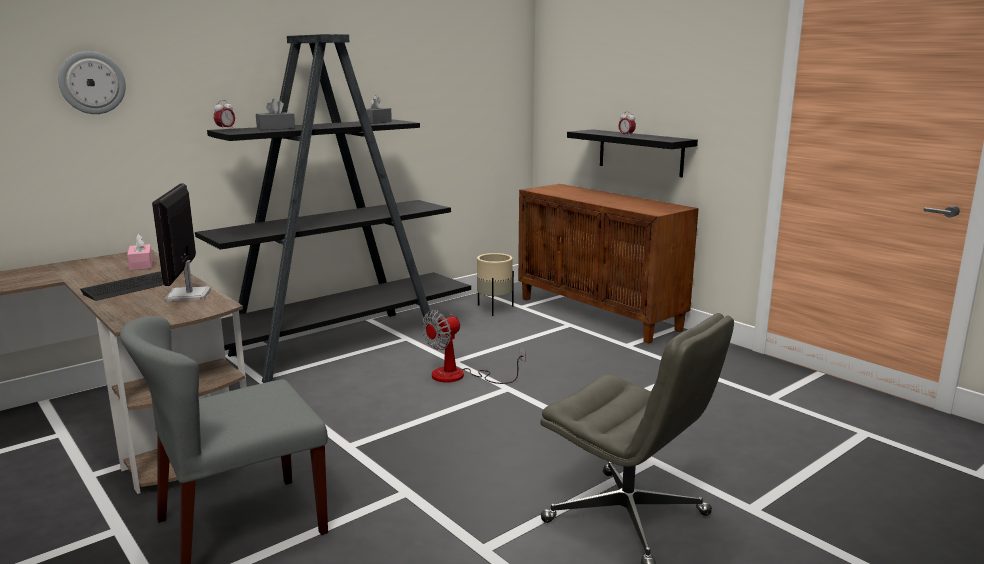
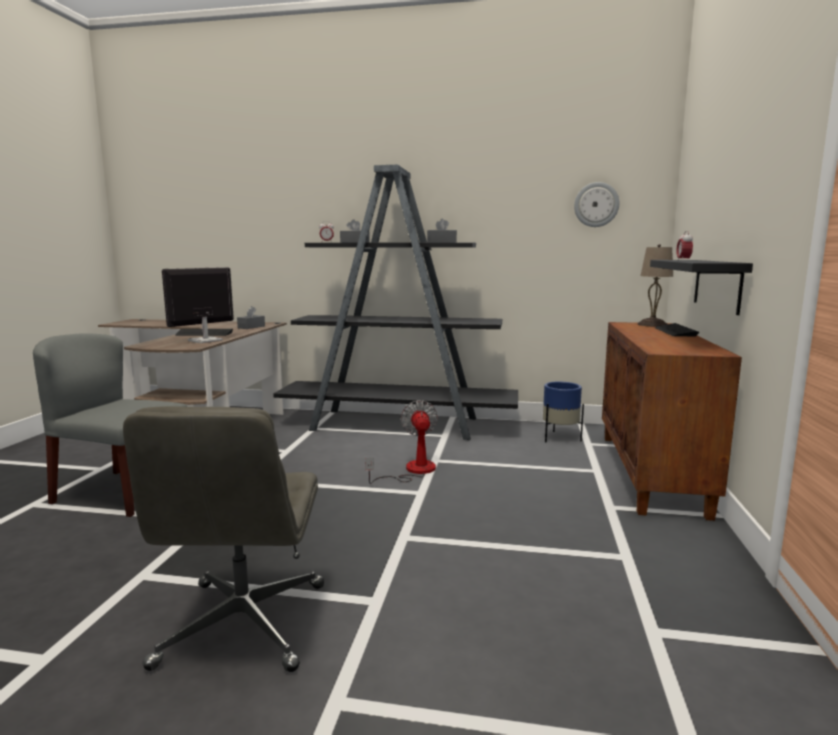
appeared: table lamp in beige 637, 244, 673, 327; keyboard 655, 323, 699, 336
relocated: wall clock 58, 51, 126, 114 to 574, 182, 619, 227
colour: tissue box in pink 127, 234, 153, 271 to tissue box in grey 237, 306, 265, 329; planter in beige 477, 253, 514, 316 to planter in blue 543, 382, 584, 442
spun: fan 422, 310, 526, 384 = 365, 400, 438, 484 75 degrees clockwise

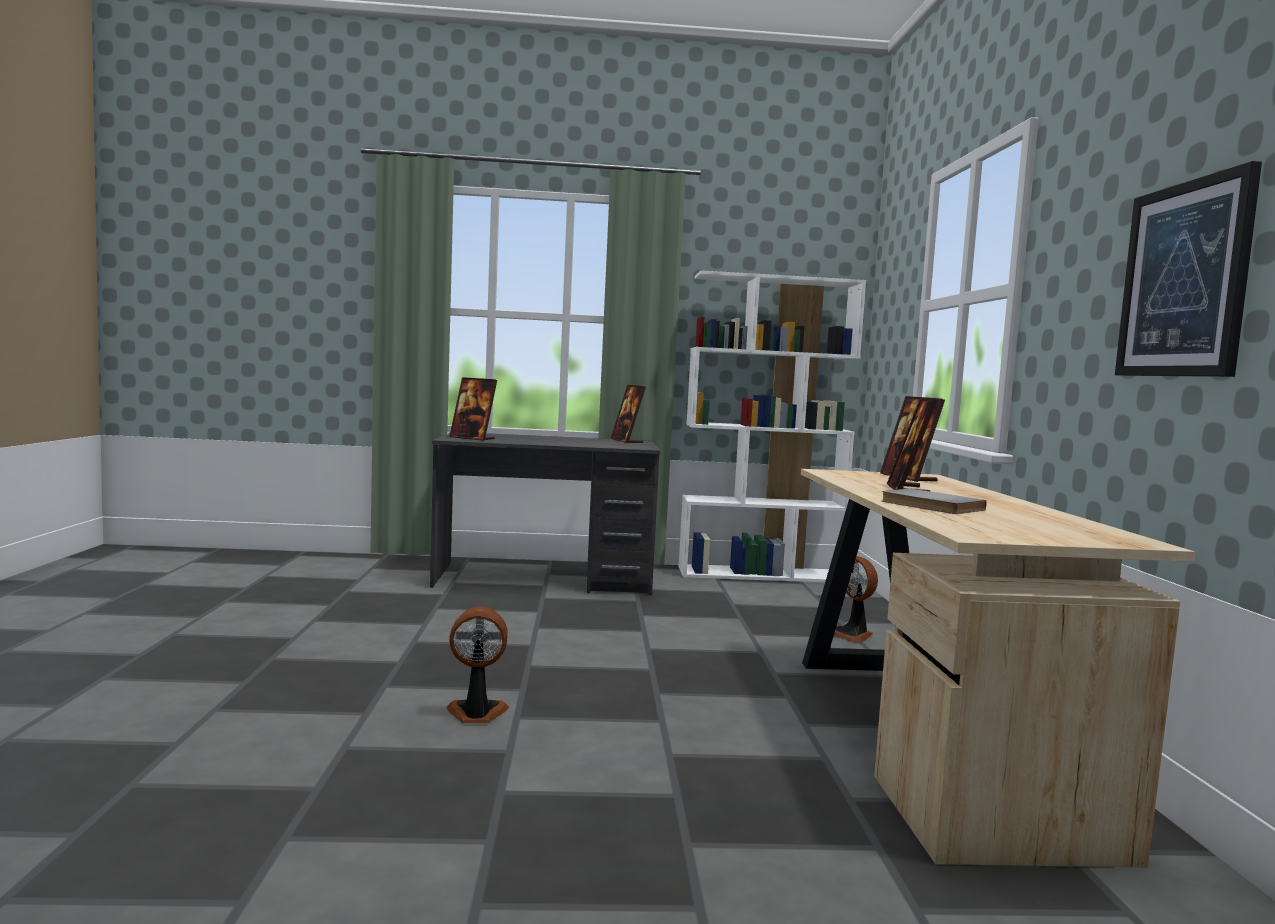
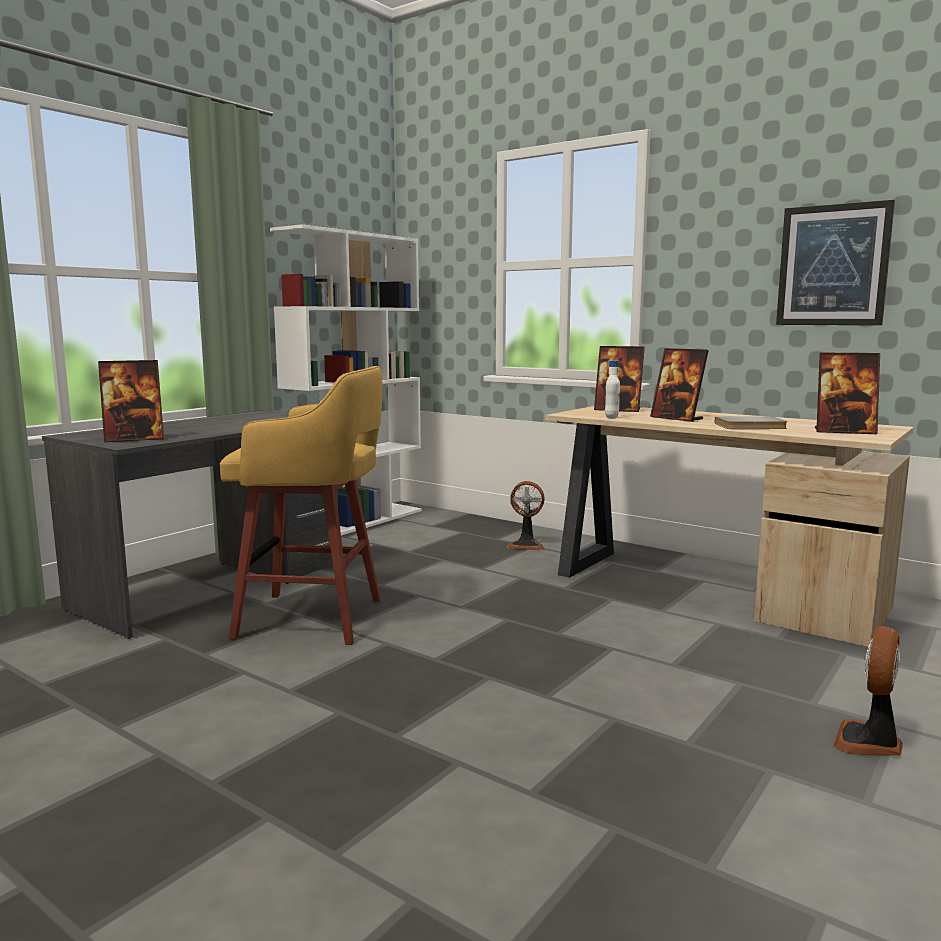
appeared: bottle in white 605, 360, 620, 419; stool in yellow 220, 366, 382, 645
relocated: picture frame 610, 385, 646, 443 to 815, 352, 880, 434; fan 446, 606, 509, 723 to 834, 626, 903, 755

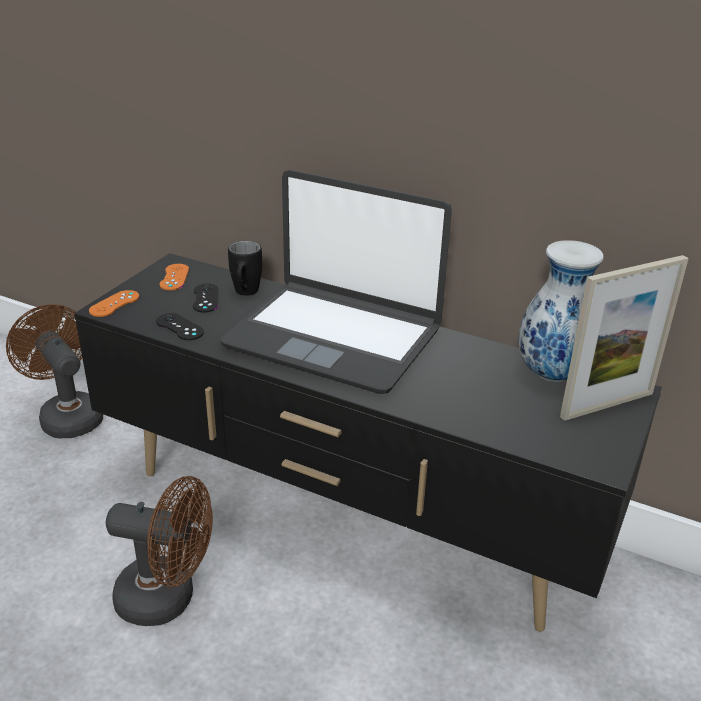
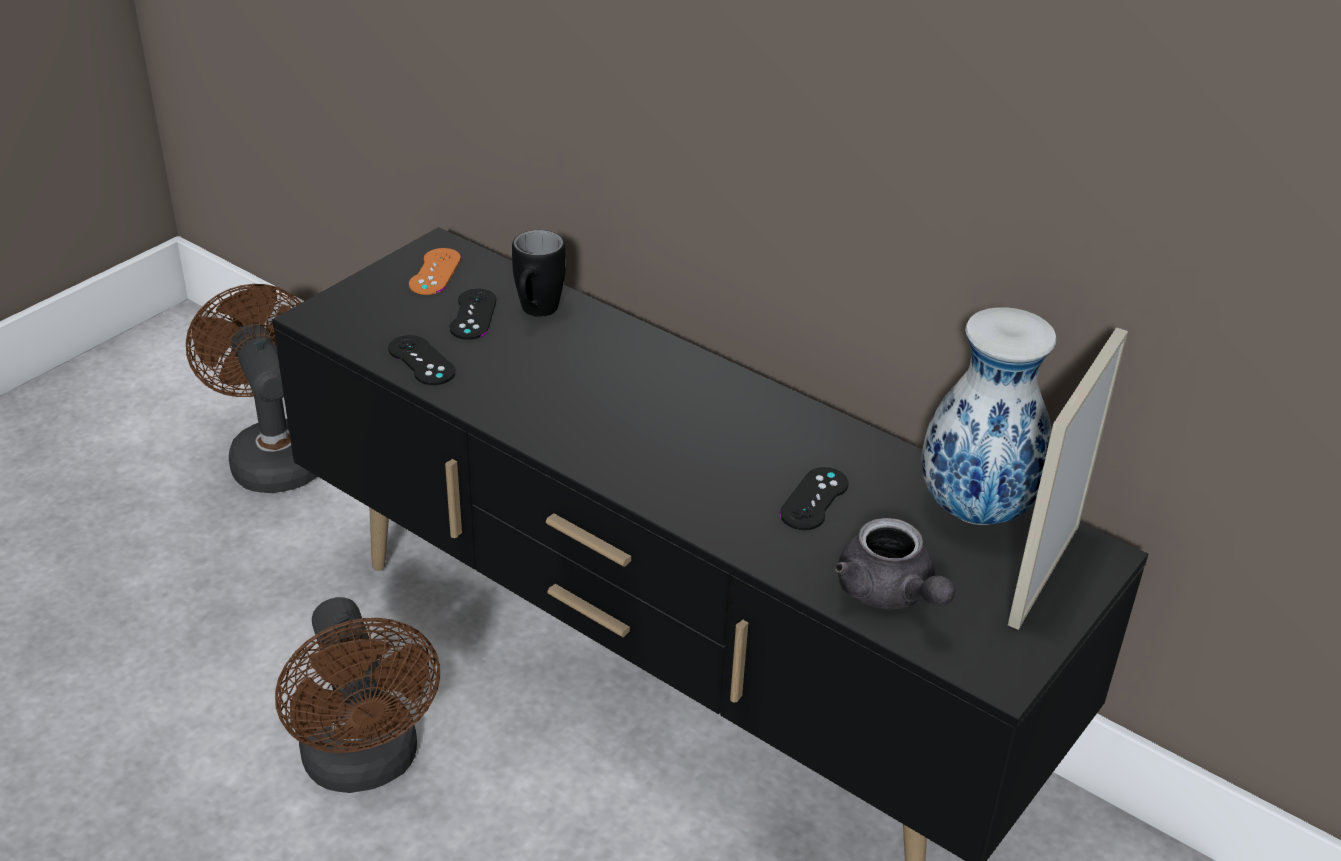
missing: laptop 220, 170, 452, 394; game controller in orange 89, 290, 139, 317
appeared: game controller in black 780, 467, 848, 530; teapot in grey 835, 518, 955, 609
spun: picture frame 560, 255, 689, 421 = 1008, 327, 1128, 630 135 degrees clockwise; fan in brown 106, 476, 213, 626 = 275, 597, 440, 793 45 degrees clockwise

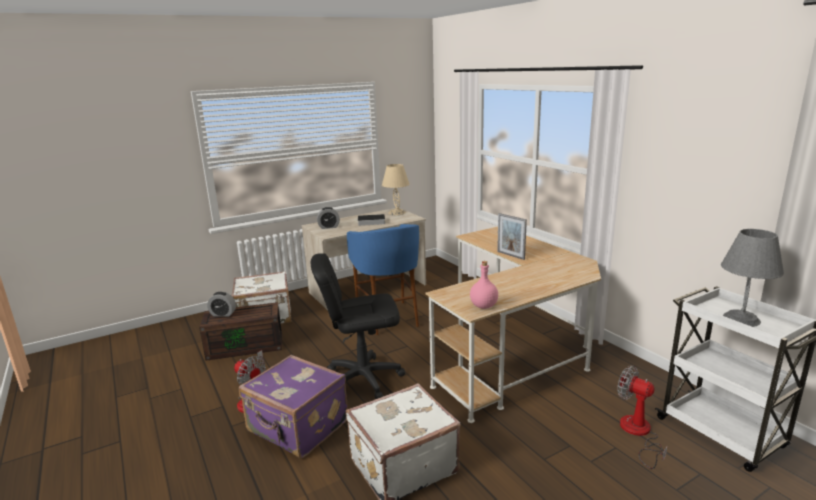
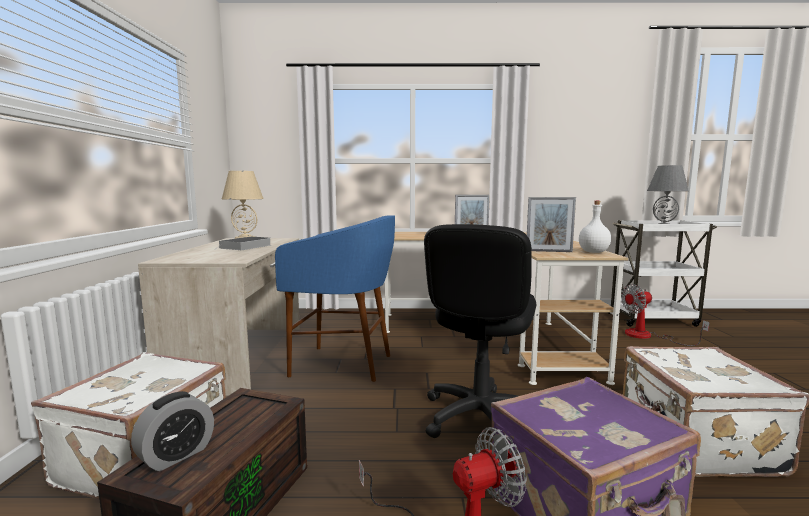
missing: alarm clock 317, 207, 340, 229
appeared: picture frame 527, 197, 576, 252
colour: bottle in pink 470, 261, 498, 309 to bottle in white 579, 201, 611, 253

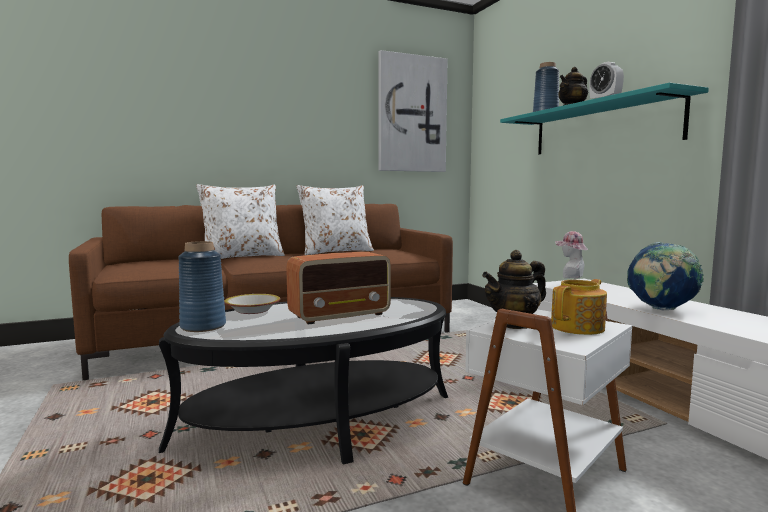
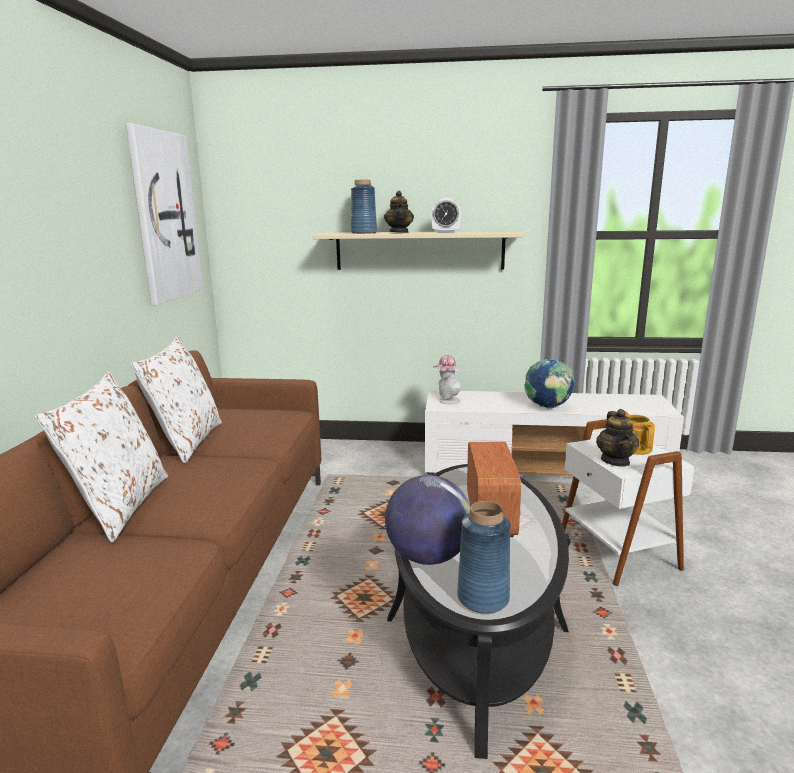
exchanged: bowl 224, 294, 280, 314 to globe 385, 475, 470, 565
colour: shelf in turquoise 500, 82, 709, 154 to shelf in beige 313, 231, 524, 270

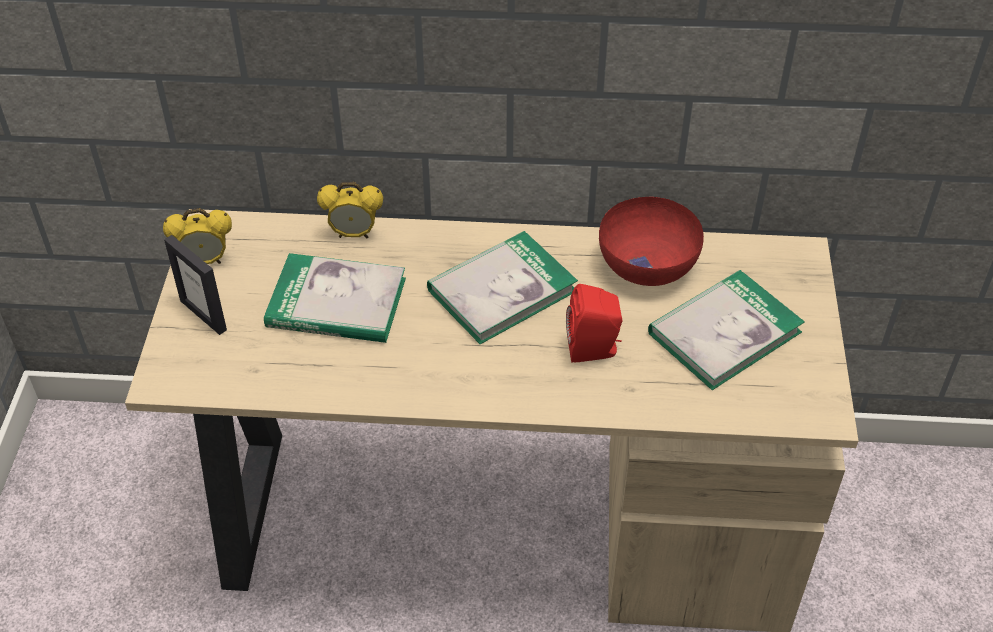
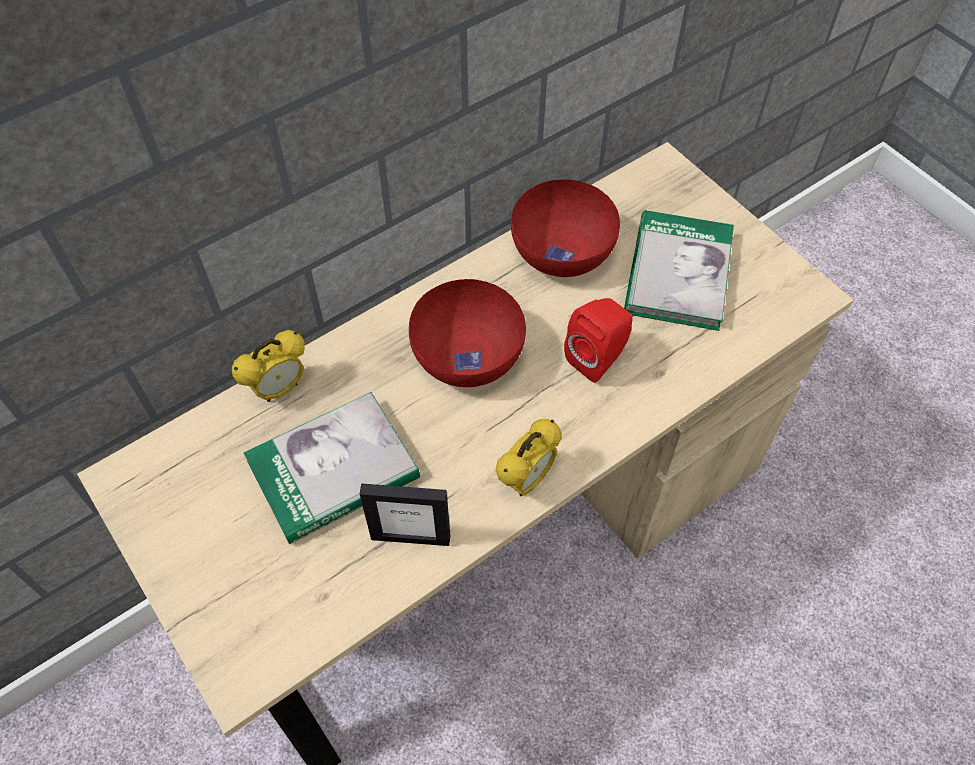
relocated: alarm clock 163, 208, 232, 264 to 495, 419, 562, 496; picture frame 164, 235, 227, 335 to 360, 483, 450, 546
exchanged: book 427, 231, 578, 344 to bowl in red 409, 279, 526, 387

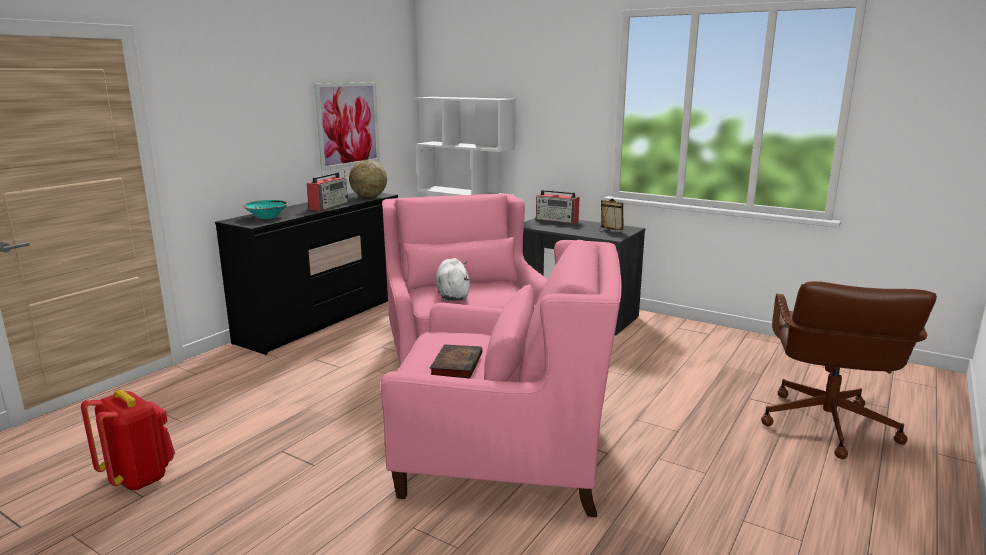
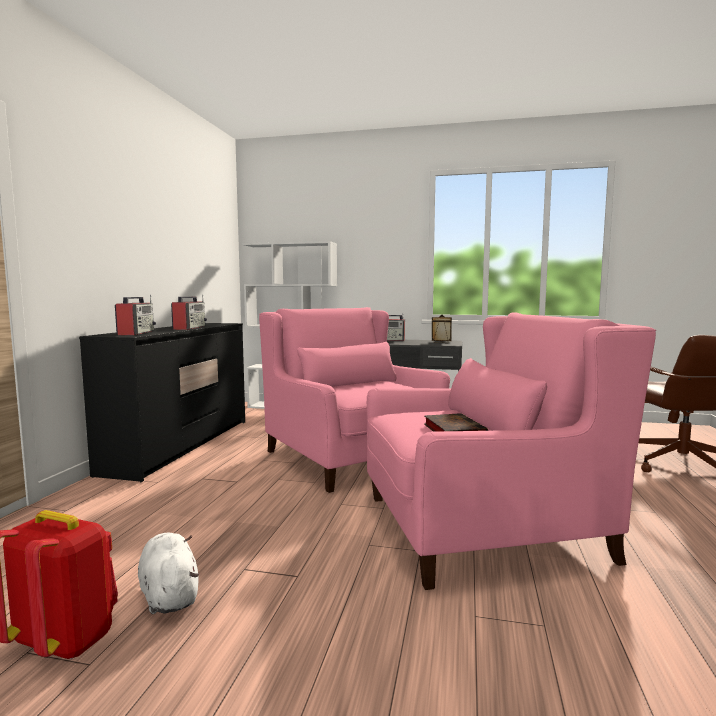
missing: picture 315, 82, 380, 171; globe 349, 160, 387, 198
relocated: plush toy in white 435, 258, 470, 301 to 138, 533, 199, 614
exchanged: bowl in turquoise 243, 200, 288, 219 to radio 115, 295, 156, 335

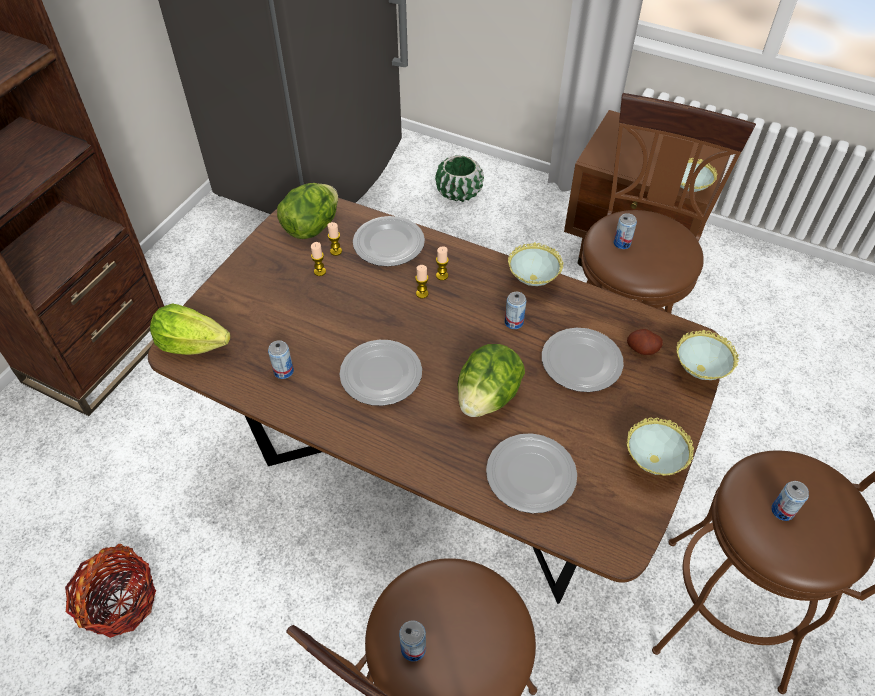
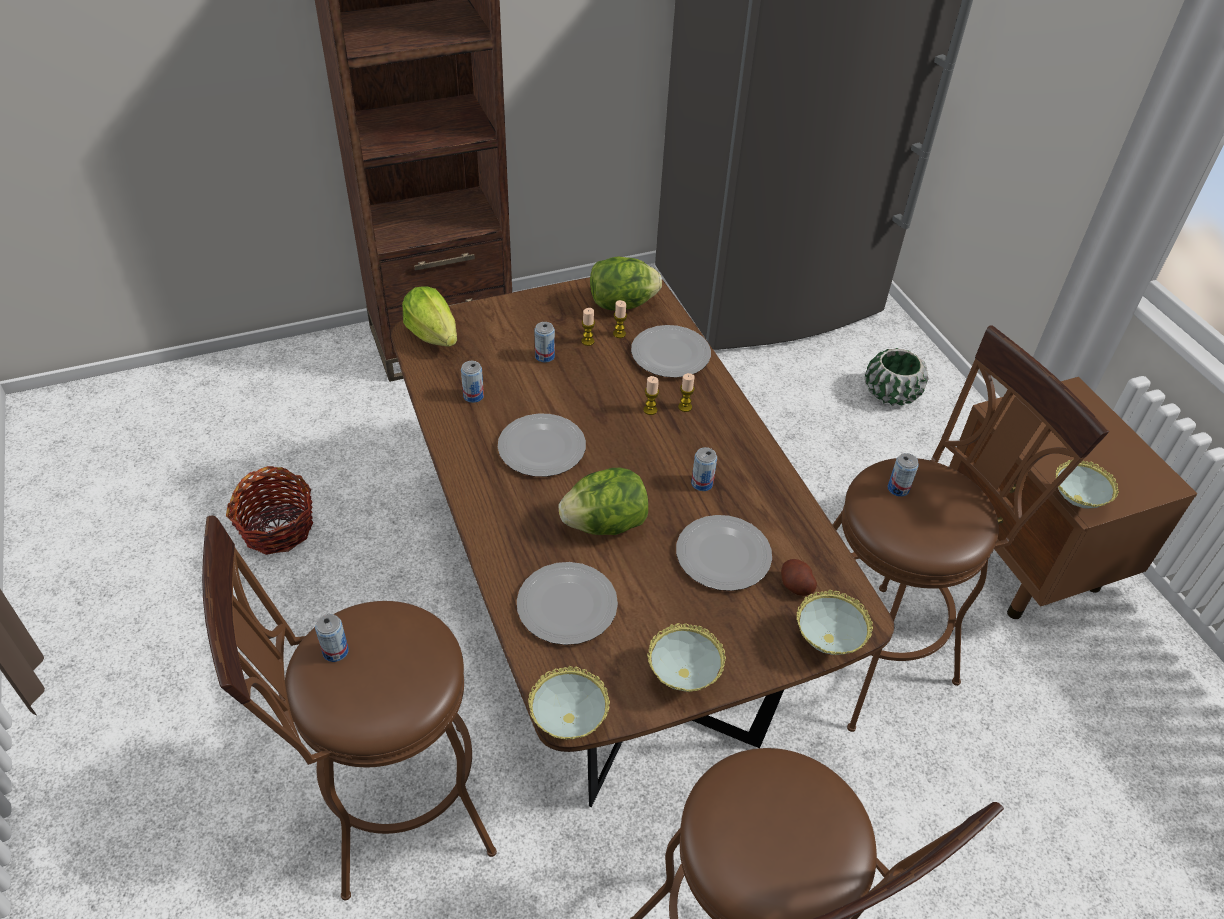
relocated: bowl 508, 242, 563, 286 to 528, 666, 610, 740; can 771, 481, 809, 521 to 534, 322, 555, 362

